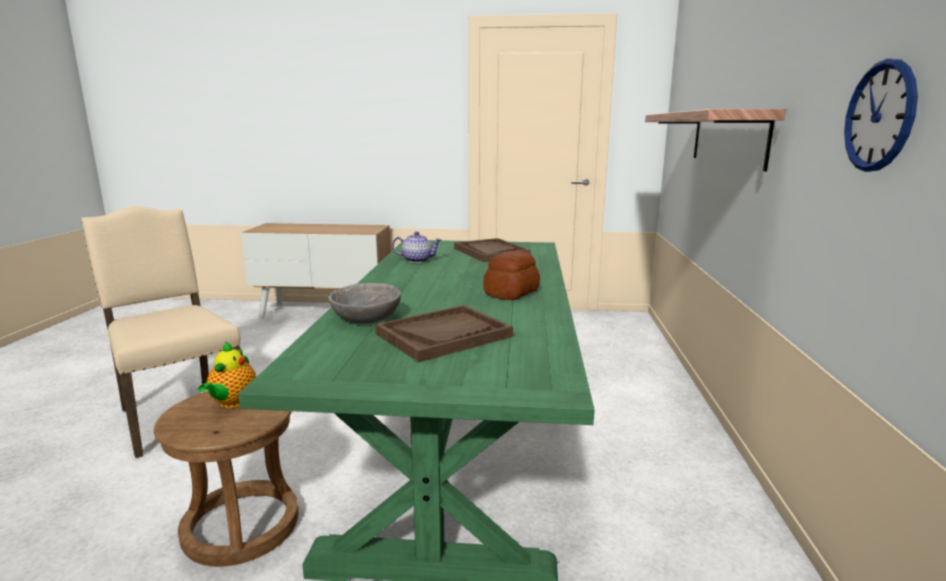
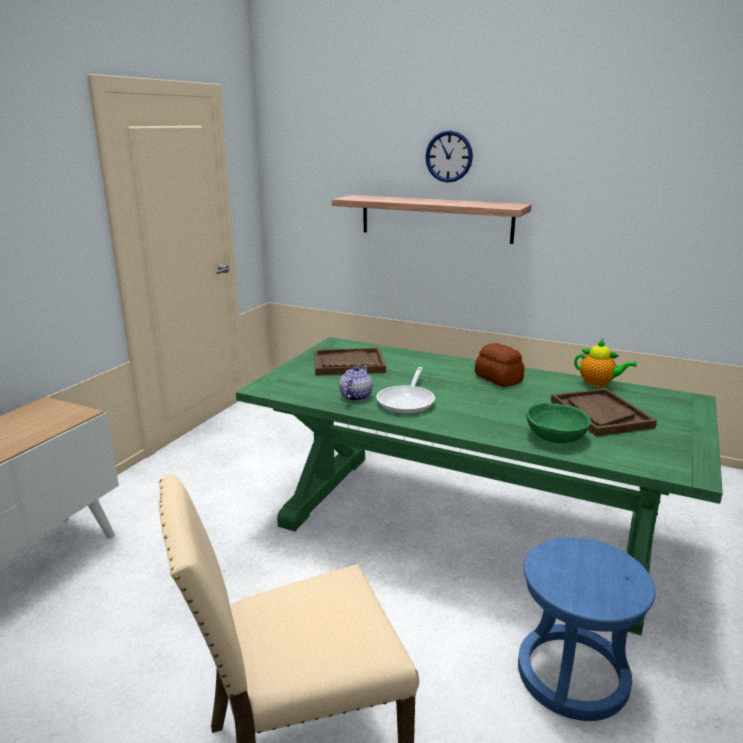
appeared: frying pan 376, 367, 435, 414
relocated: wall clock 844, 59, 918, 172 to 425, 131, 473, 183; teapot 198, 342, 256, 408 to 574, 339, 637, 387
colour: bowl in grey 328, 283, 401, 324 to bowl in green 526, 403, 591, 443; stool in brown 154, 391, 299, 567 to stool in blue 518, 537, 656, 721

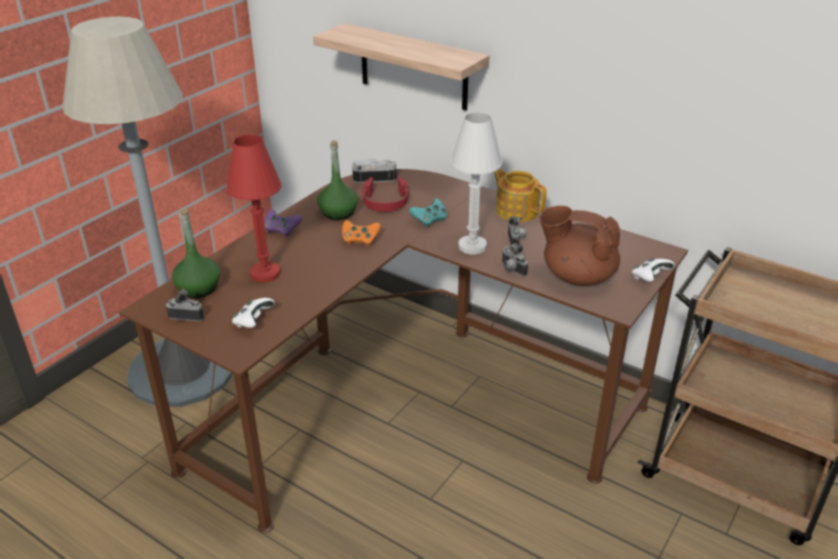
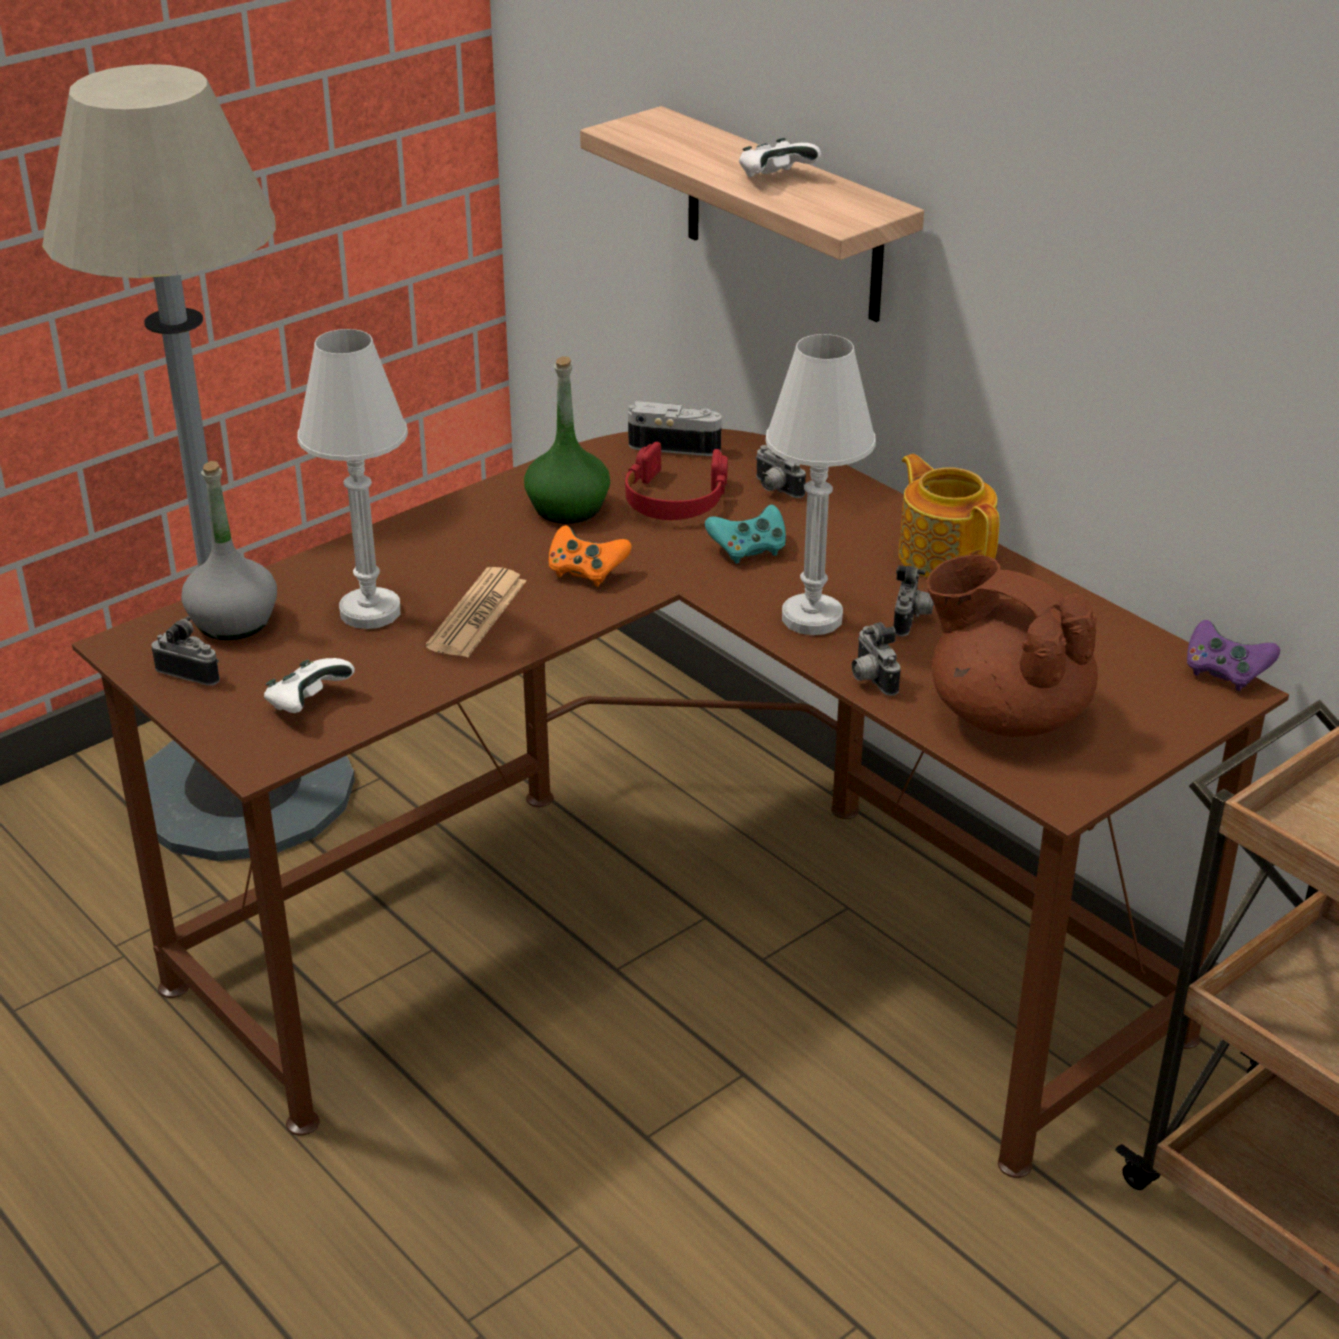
appeared: photo camera 755, 445, 806, 498; newspaper 426, 567, 526, 658
relocated: game controller in purple 264, 209, 302, 237 to 1187, 620, 1280, 691; game controller in white 632, 258, 675, 282 to 739, 138, 821, 177
colour: table lamp in red 226, 135, 282, 282 to table lamp in white 297, 329, 408, 629; bottle in green 172, 209, 220, 298 to bottle in grey 181, 461, 277, 640

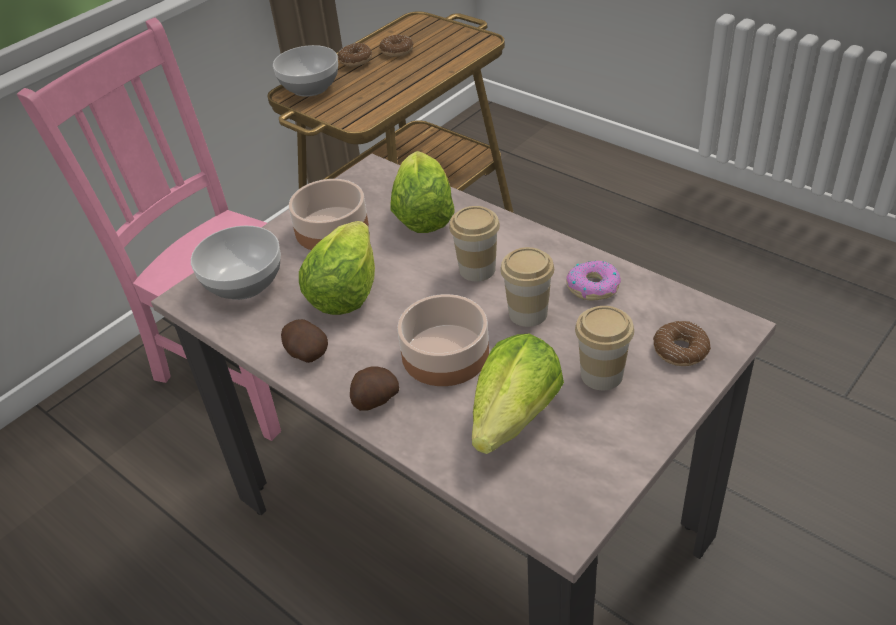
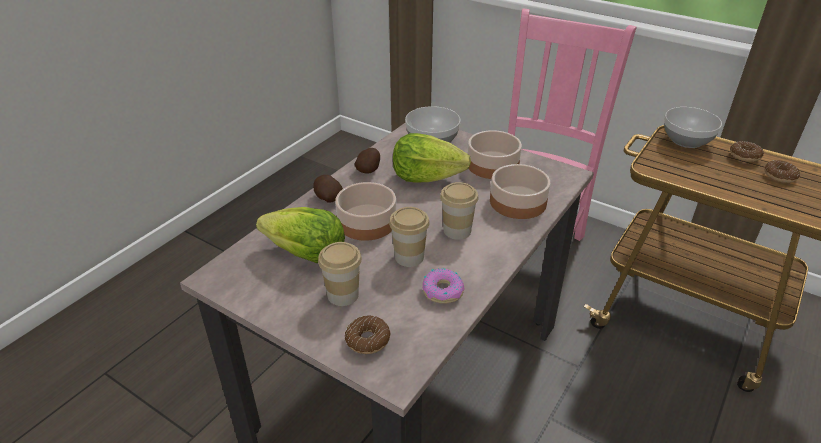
exchanged: lettuce 390, 151, 455, 233 to bowl 490, 164, 551, 219

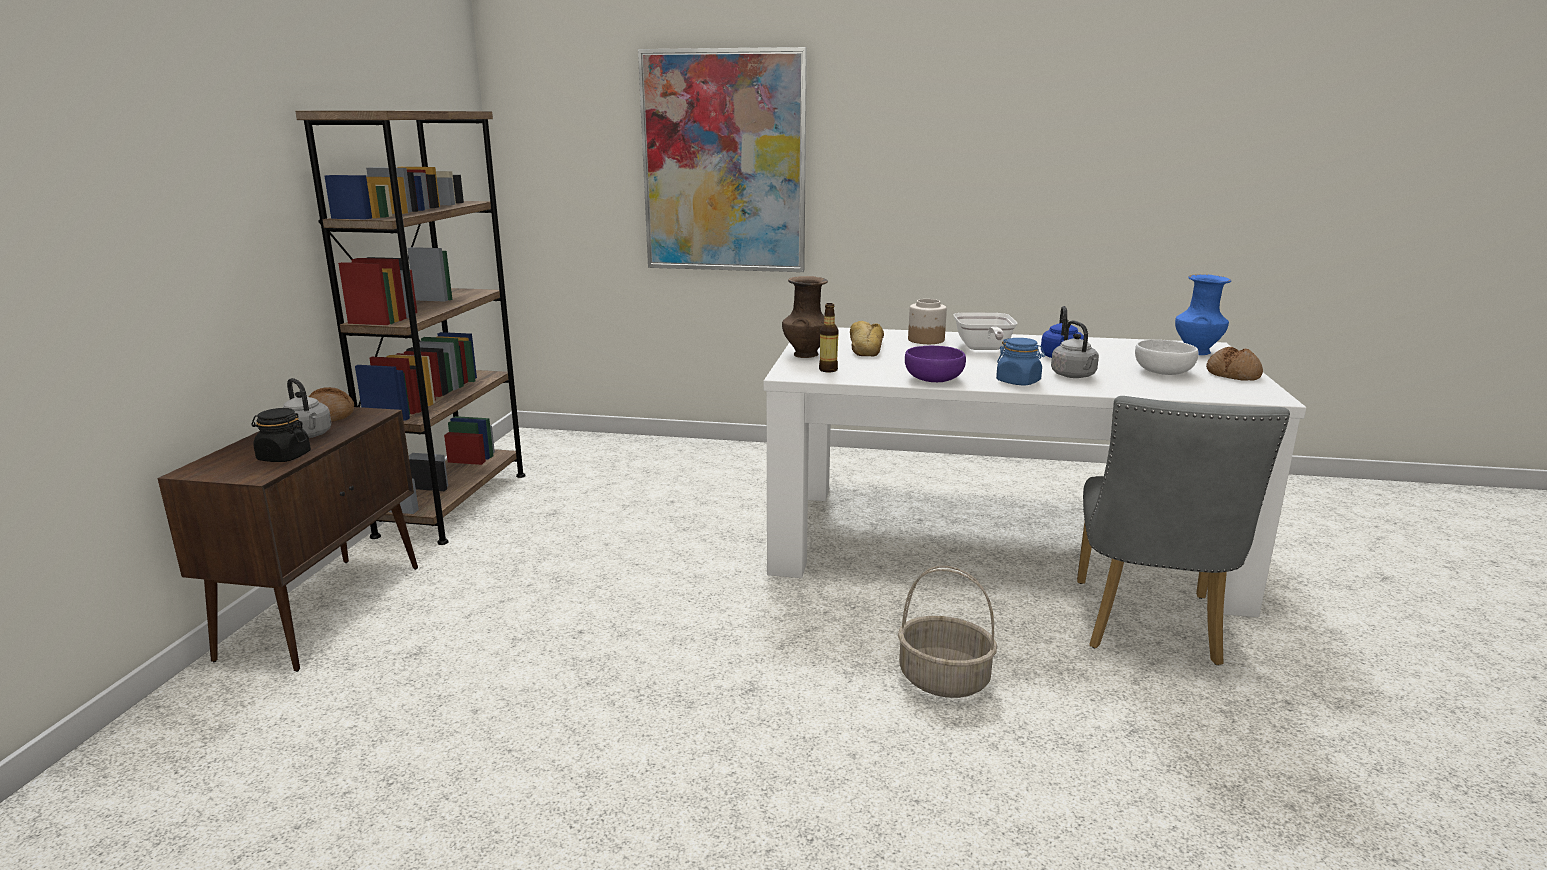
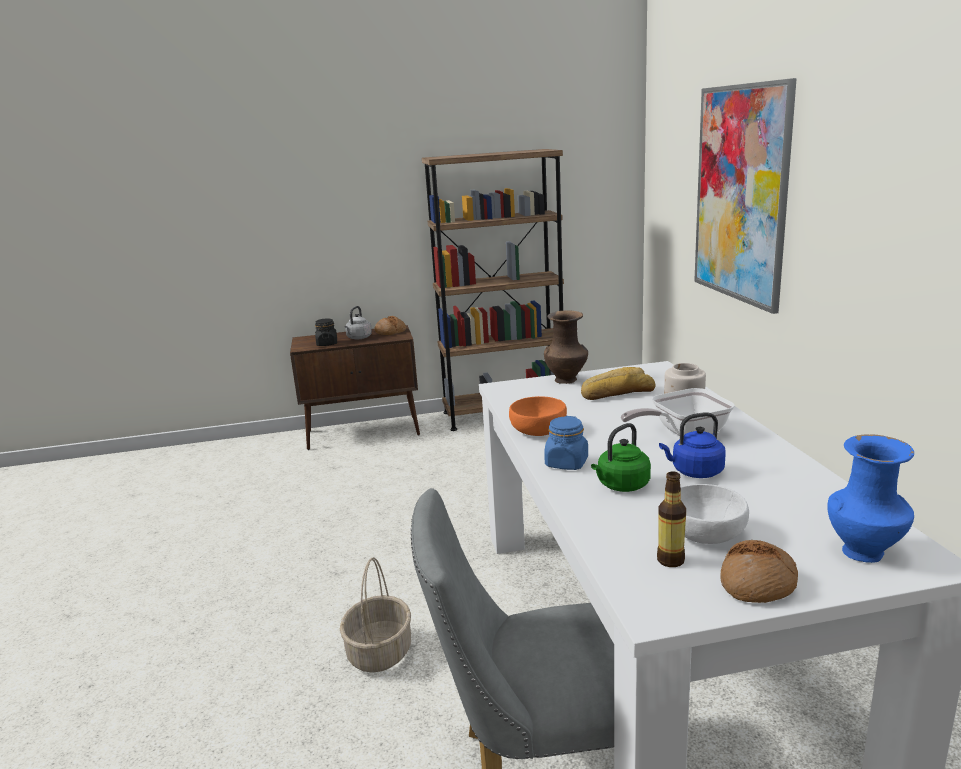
relocated: bottle 819, 303, 839, 372 to 657, 471, 686, 567
colour: kettle in grey 1051, 320, 1099, 378 to kettle in green 591, 423, 651, 492; bowl in purple 905, 346, 966, 382 to bowl in orange 509, 396, 567, 436

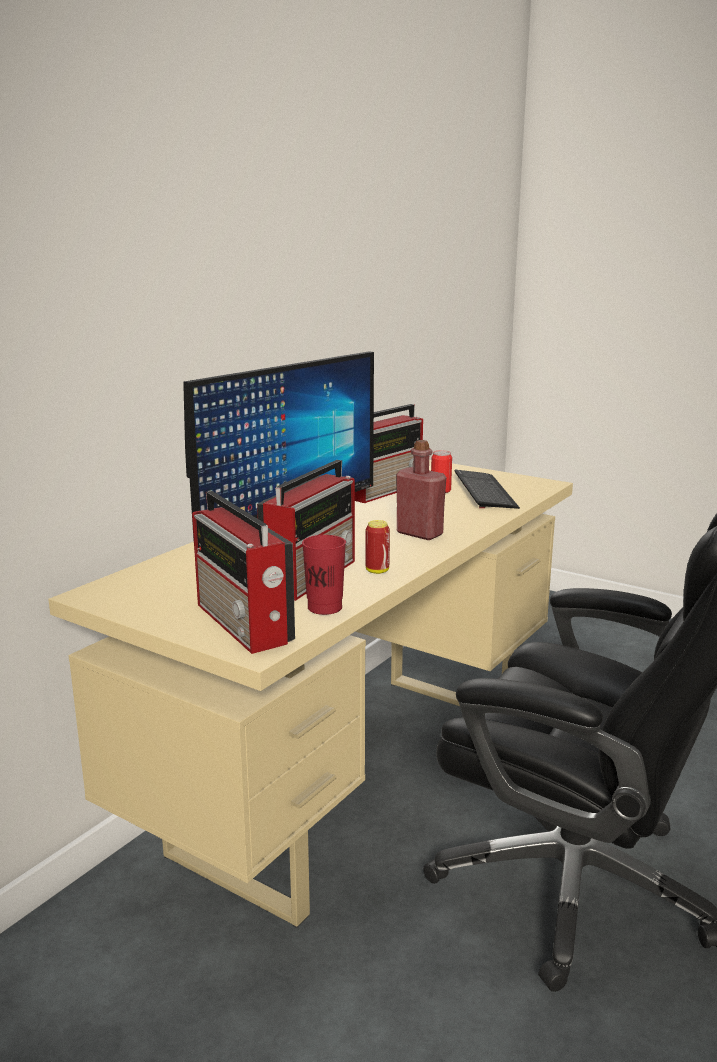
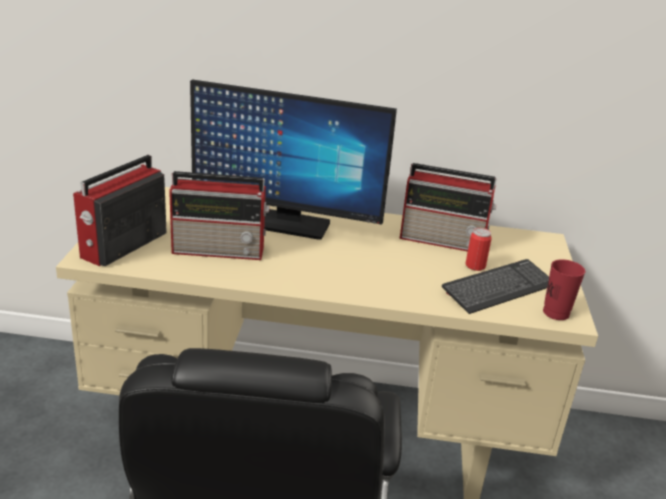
missing: bottle in red 396, 440, 446, 540; can 366, 520, 390, 574
relocated: cup in red 302, 535, 346, 615 to 543, 259, 585, 320

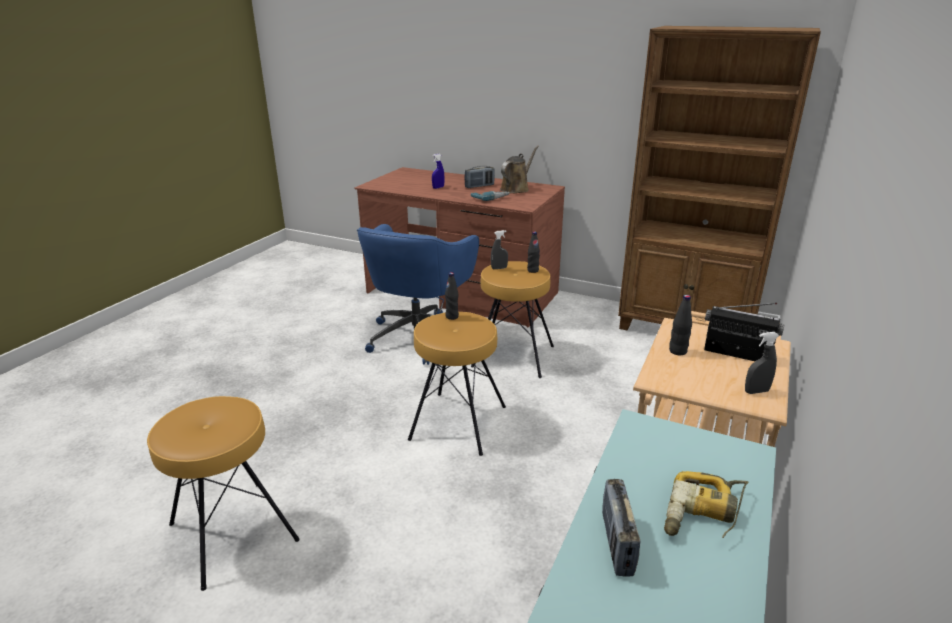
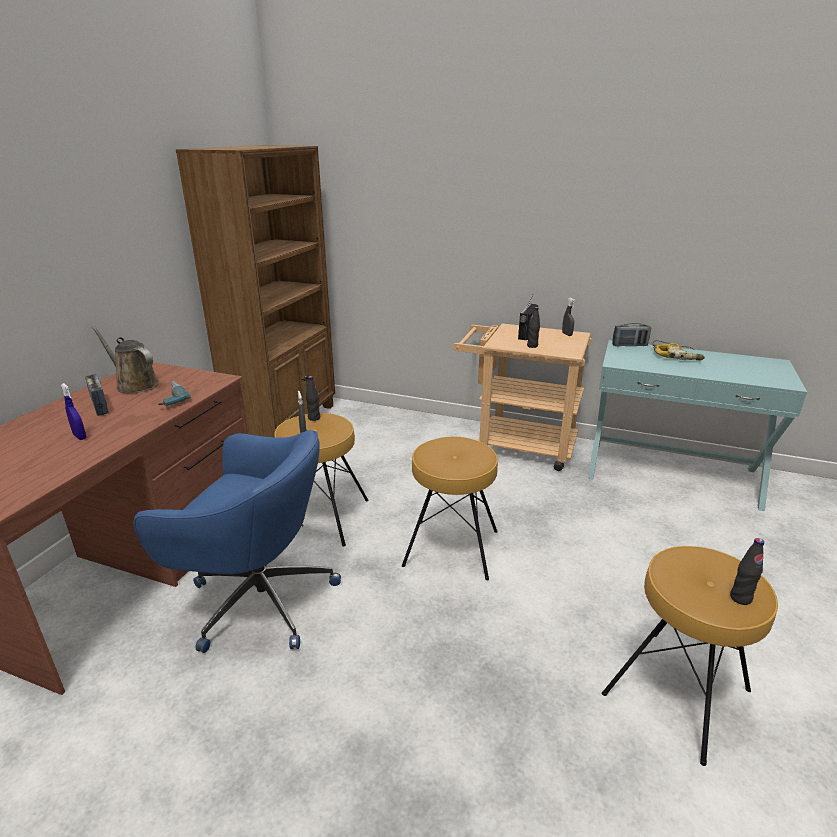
relocated: bottle in black 445, 272, 459, 320 to 730, 538, 764, 605; radio 602, 479, 640, 577 to 612, 323, 651, 347

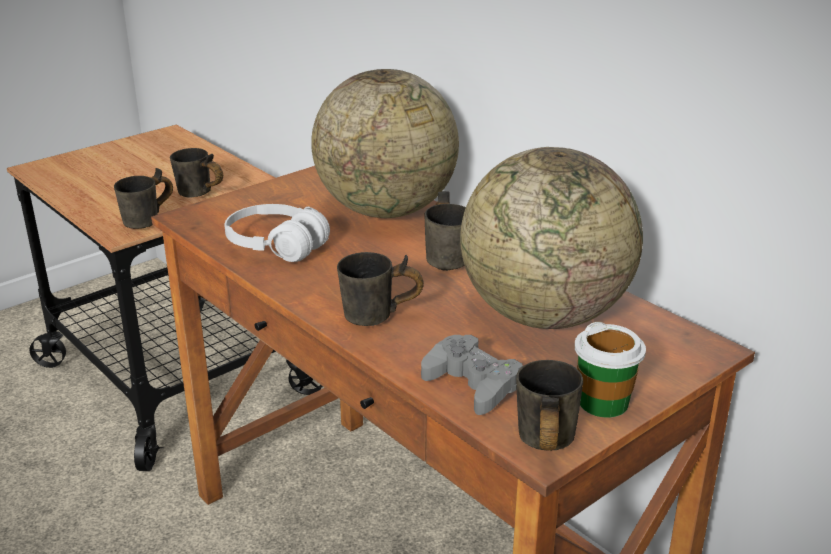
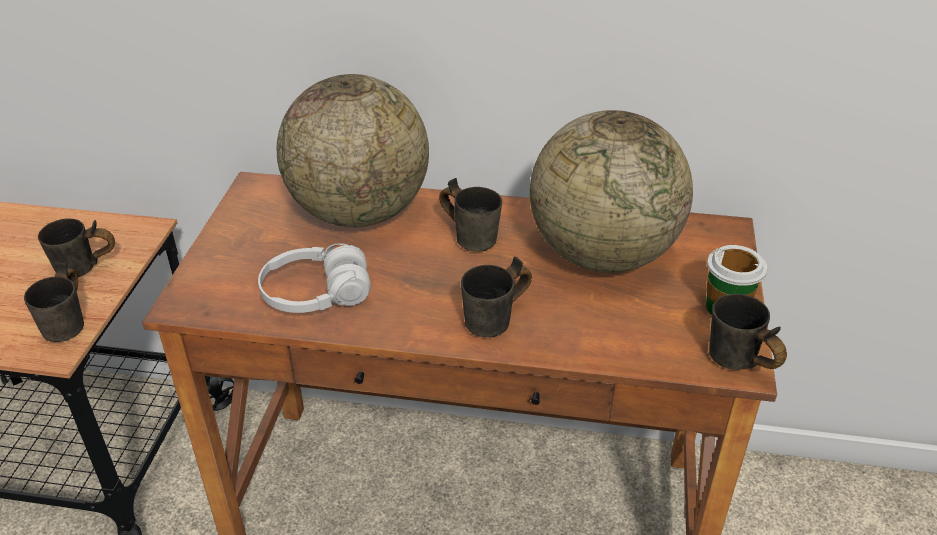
missing: game controller in grey 421, 335, 523, 415

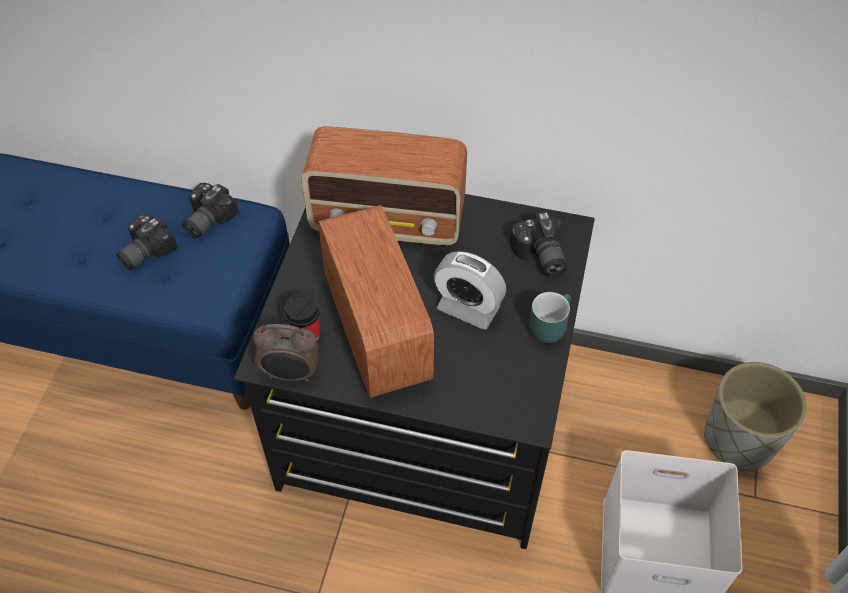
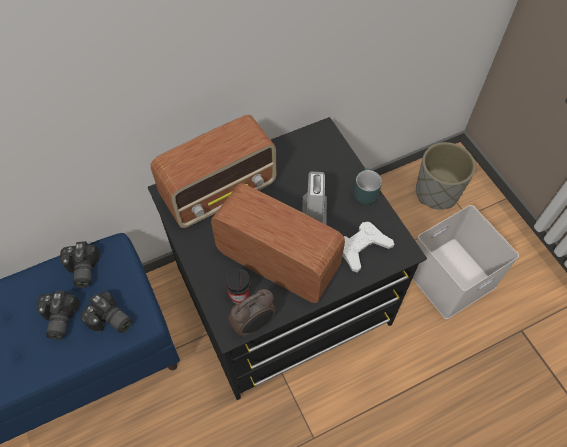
appeared: game controller in white 343, 222, 394, 273
relocated: photo camera 510, 211, 567, 277 to 80, 291, 133, 333
spun: alarm clock 434, 251, 506, 330 = 302, 172, 327, 224 75 degrees counterclockwise

